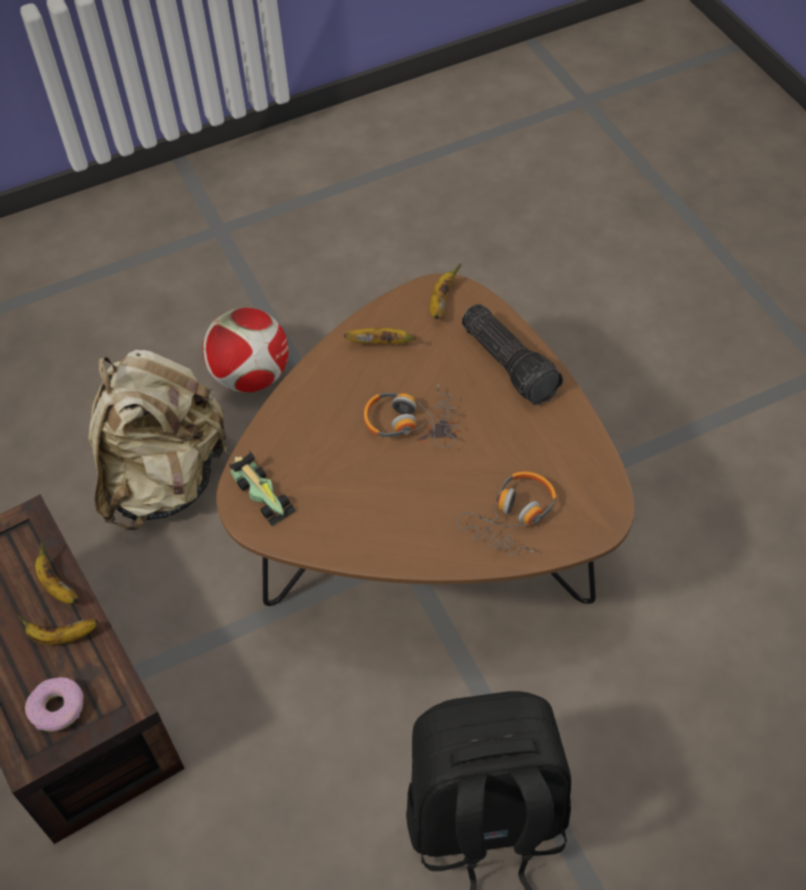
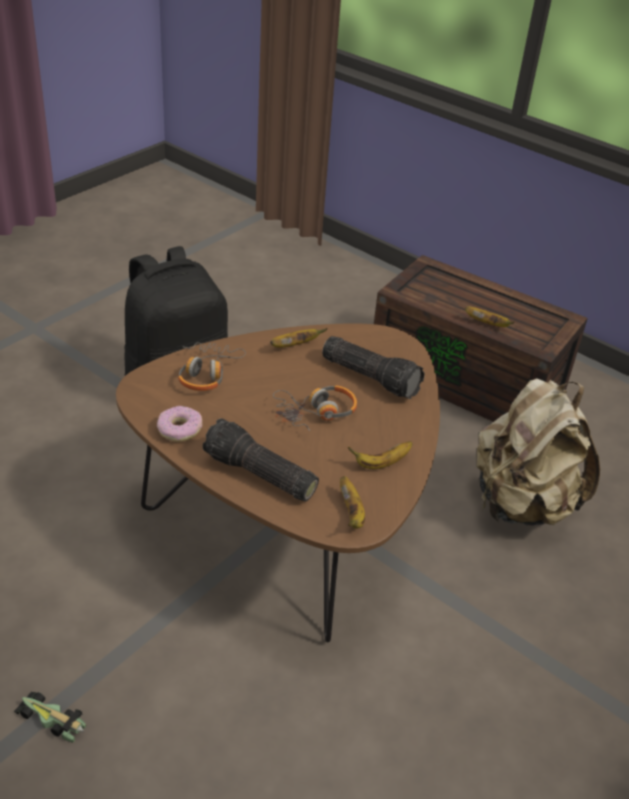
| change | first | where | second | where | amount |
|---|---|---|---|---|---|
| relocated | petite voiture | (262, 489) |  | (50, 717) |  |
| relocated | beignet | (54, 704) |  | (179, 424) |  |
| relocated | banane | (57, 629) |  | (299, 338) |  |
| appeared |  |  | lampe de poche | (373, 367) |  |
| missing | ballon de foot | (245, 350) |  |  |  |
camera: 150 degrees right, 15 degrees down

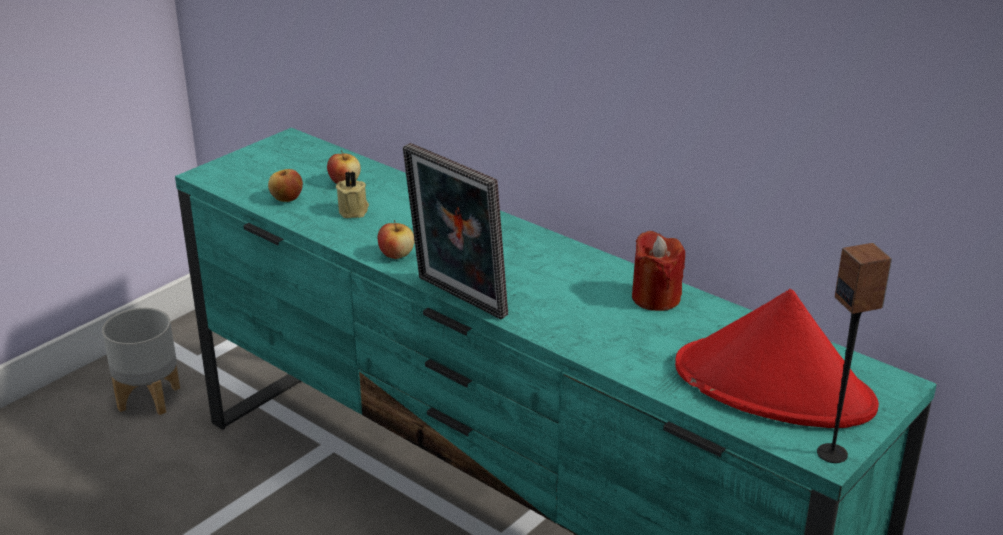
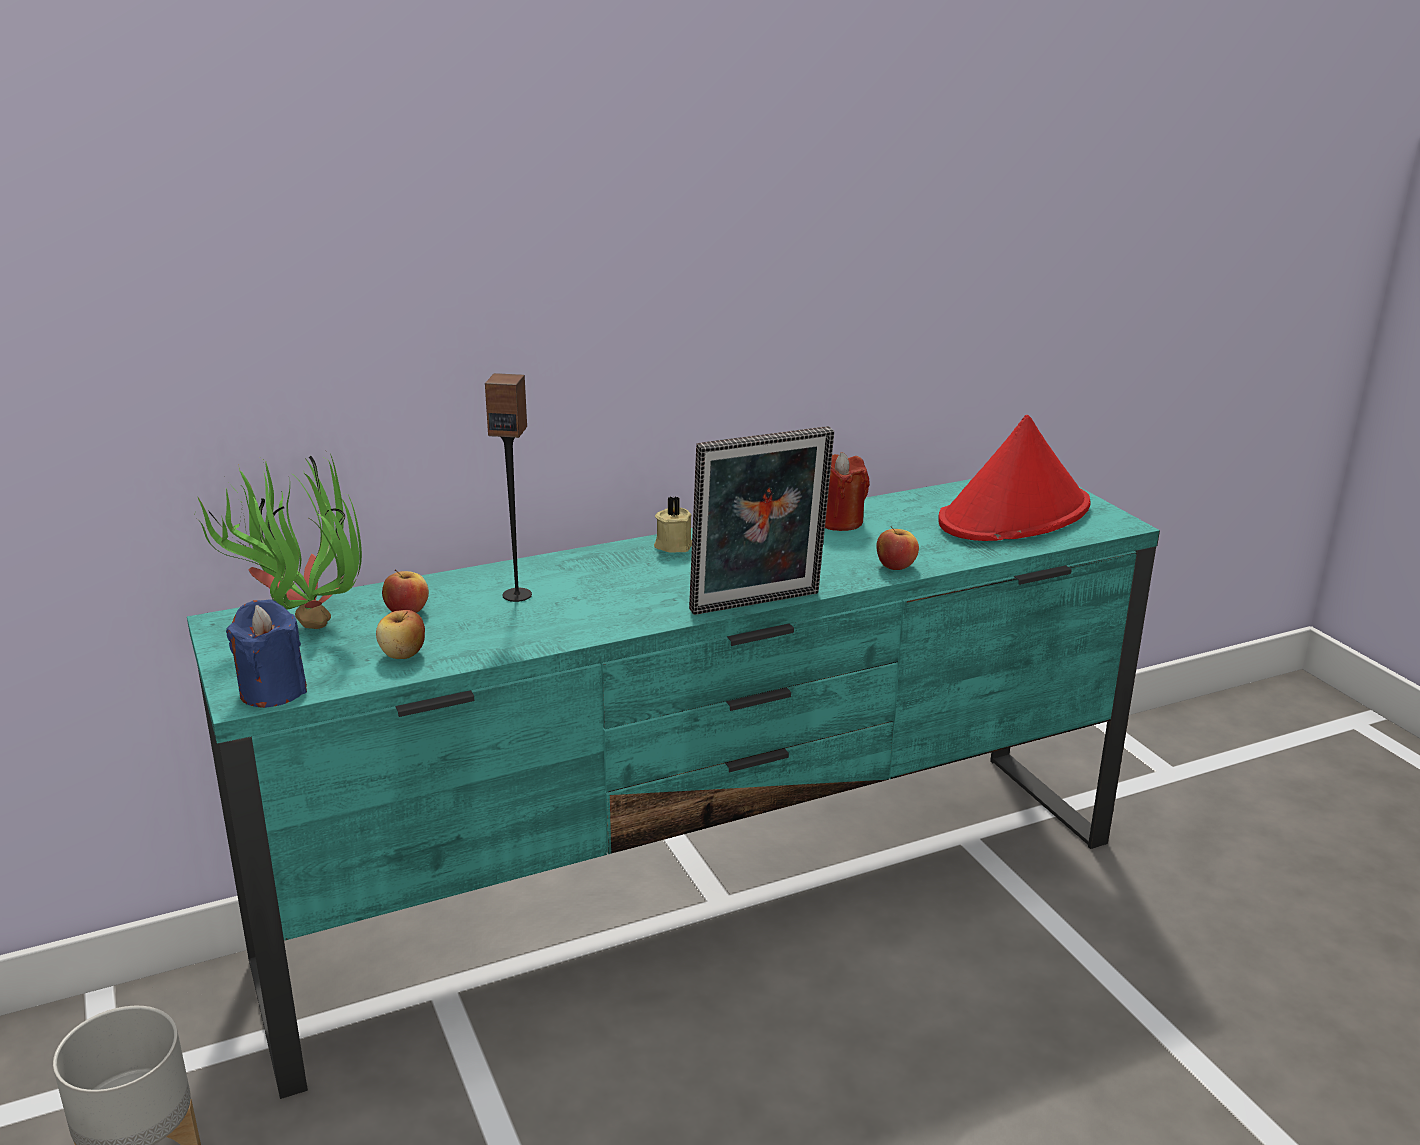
| change | first | where | second | where | amount |
|---|---|---|---|---|---|
| appeared |  |  | plante en pot | (278, 540) |  |
| appeared |  |  | bougie (bleu) | (266, 654) |  |
| relocated | enceinte | (854, 353) |  | (508, 487) |  |
| relocated | bougie (beige) | (352, 194) |  | (673, 524) |  |
| relocated | pomme | (396, 239) |  | (897, 548) |  |
camera: 65 degrees left, 5 degrees down

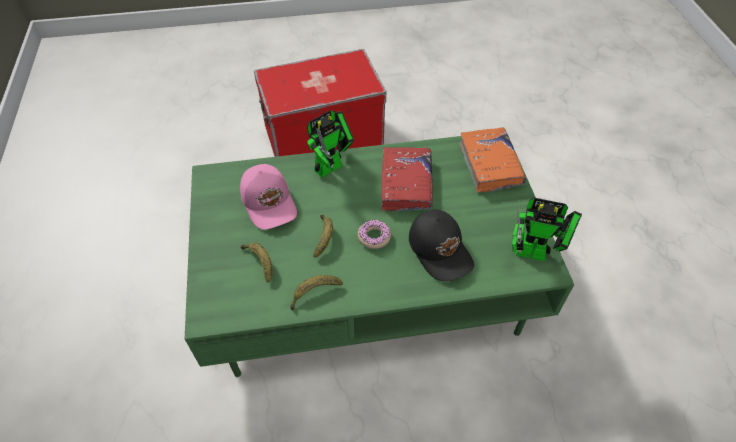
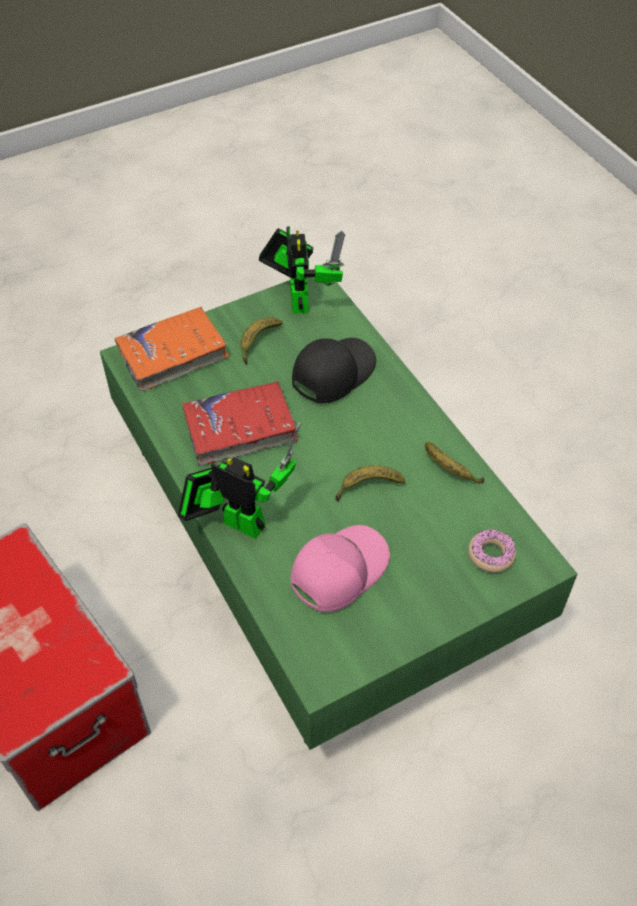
| change | first | where | second | where | amount |
|---|---|---|---|---|---|
| relocated | banane | (256, 263) |  | (262, 341) |  |
| relocated | beignet | (374, 234) |  | (492, 551) |  |
camera: 110 degrees left, 0 degrees up

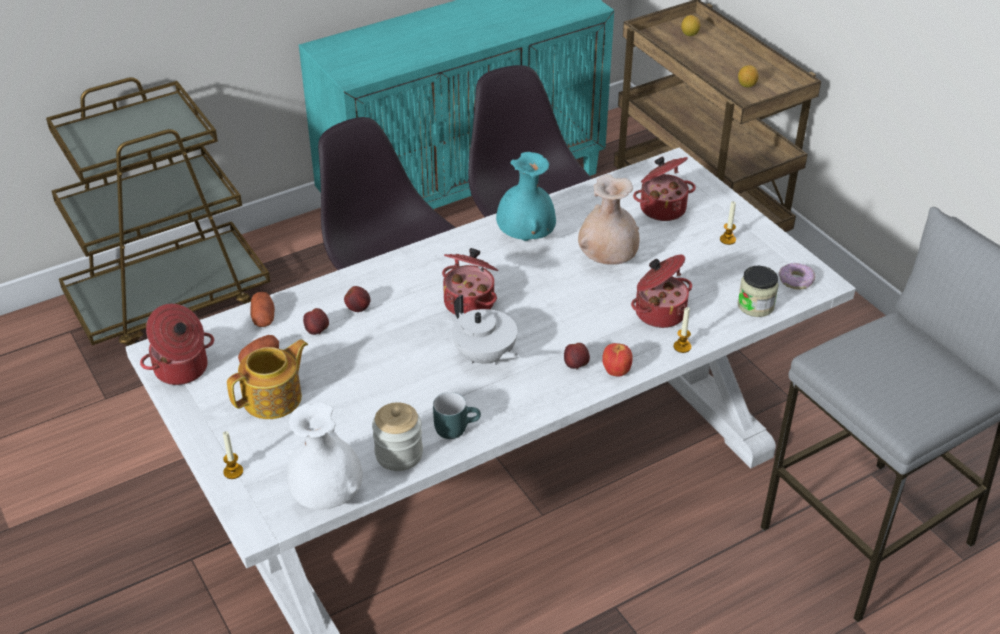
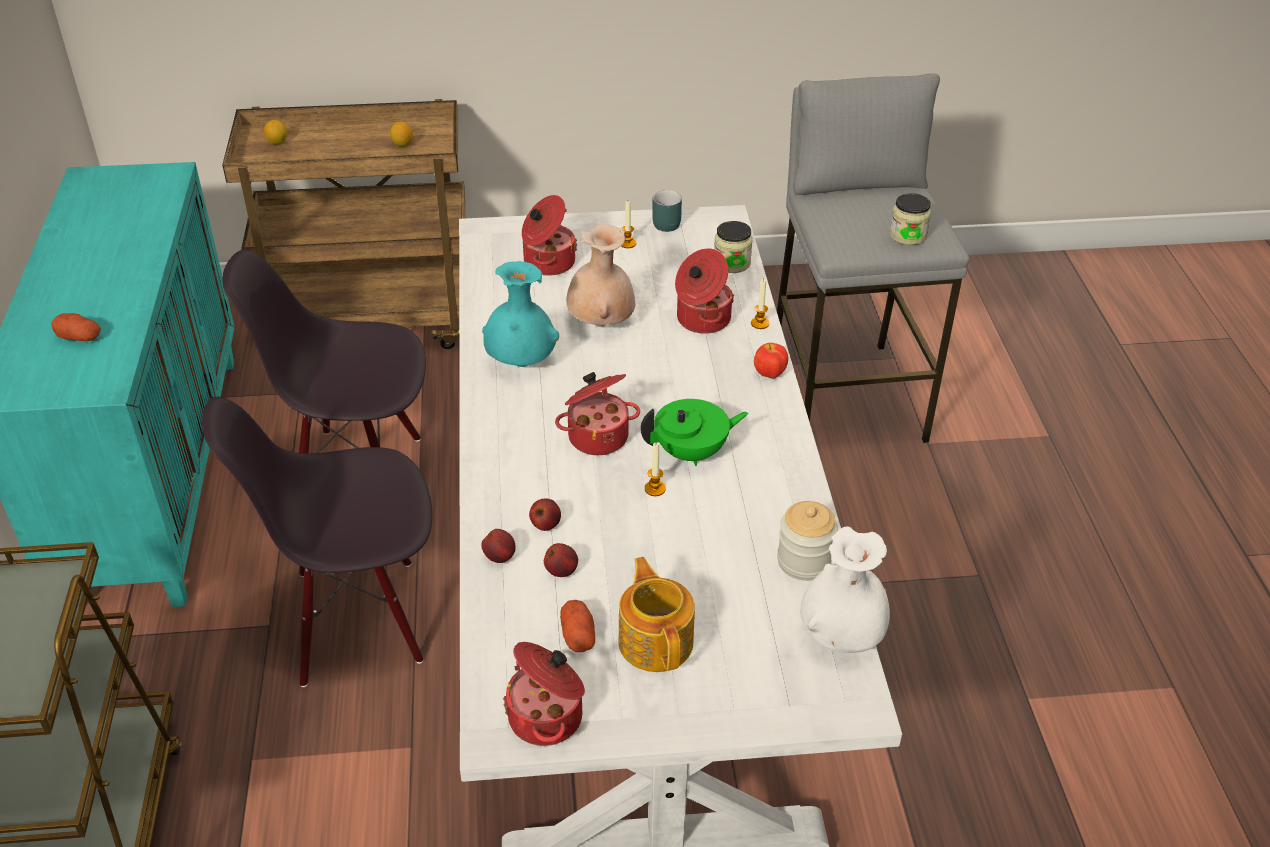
| change | first | where | second | where | amount |
|---|---|---|---|---|---|
| relocated | pomme de terre | (262, 309) |  | (76, 327) |  |
| relocated | pomme | (577, 356) |  | (498, 546) |  |
| colour | théière (blanc) | (486, 330) | théière (vert) | (694, 432) |  |
| relocated | bougie | (233, 455) |  | (655, 469) |  |
| relocated | mug (turquoise) | (457, 415) |  | (667, 211) |  |
| appeared |  |  | bocal | (910, 219) |  |
| missing | beignet | (797, 276) |  |  |  |
camera: 65 degrees left, 0 degrees up

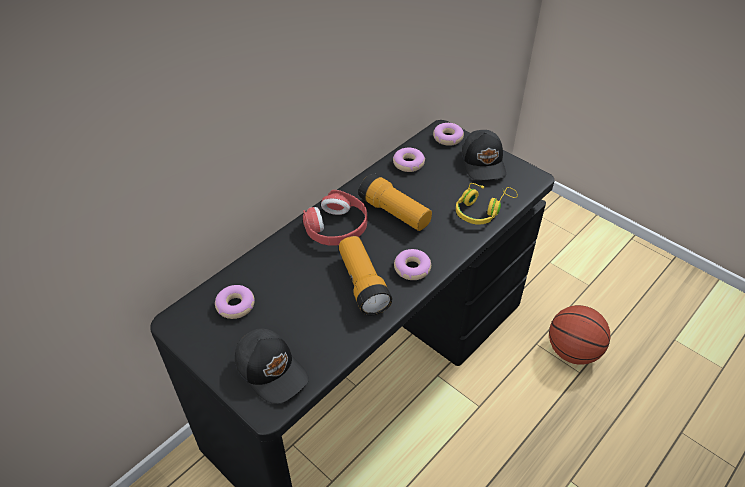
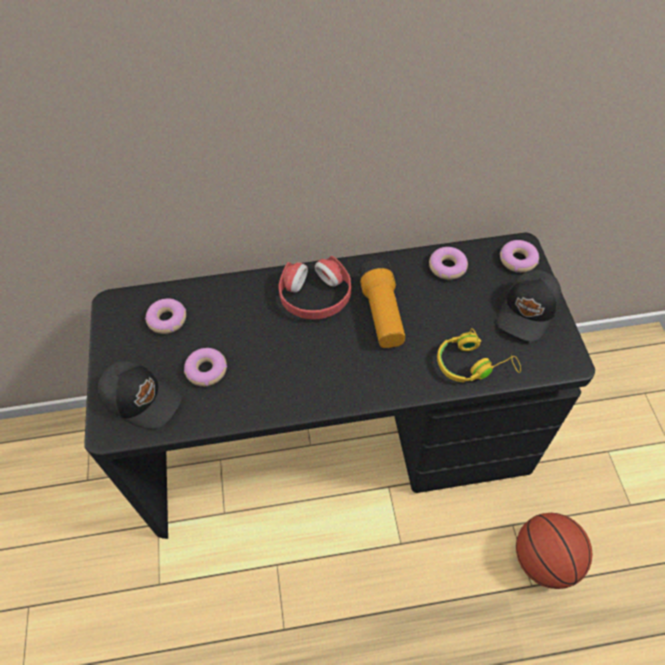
| change | first | where | second | where | amount |
|---|---|---|---|---|---|
| spun | casquette (noir) | (272, 366) |  | (140, 395) | 60 degrees counterclockwise |
| relocated | beignet | (412, 264) |  | (205, 367) |  |
| missing | lampe de poche | (365, 276) |  |  |  |
camera: 40 degrees right, 10 degrees up

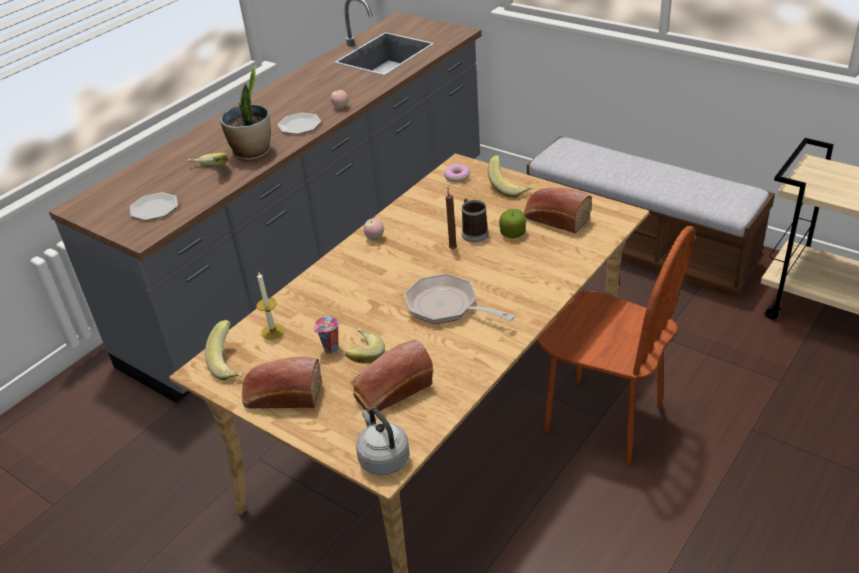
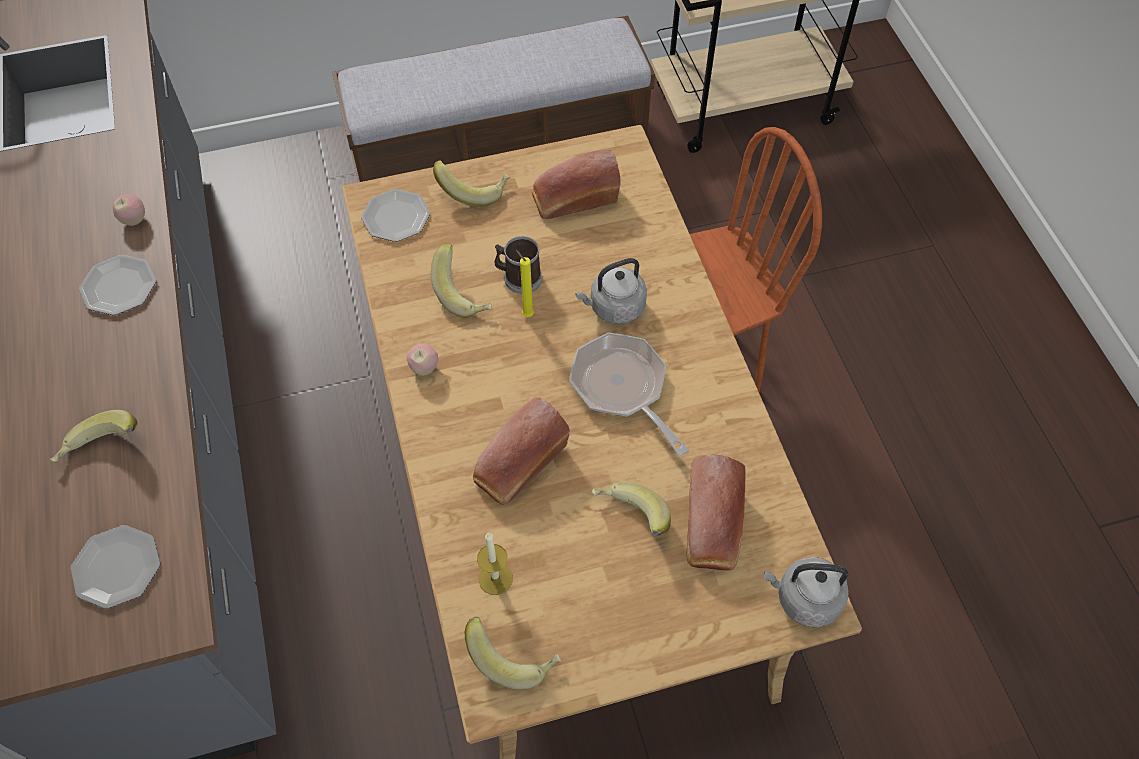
| change | first | where | second | where | amount |
|---|---|---|---|---|---|
| exchanged | beignet | (457, 173) | assiette | (395, 215) |  |
| appeared |  |  | banane | (461, 280) |  |
| relocated | pain | (281, 383) |  | (521, 451) |  |
| colour | bougie (marron) | (451, 218) | bougie (jaune) | (525, 283) |  |
| spun | poêle | (459, 299) |  | (629, 394) | 75 degrees clockwise |
| appeared |  |  | bouilloire (gris) | (611, 291) |  |
| missing | plante en pot | (245, 113) |  |  |  |
| missing | tasse | (326, 335) |  |  |  |
| missing | pomme | (512, 223) |  |  |  |
camera: 55 degrees left, 20 degrees up

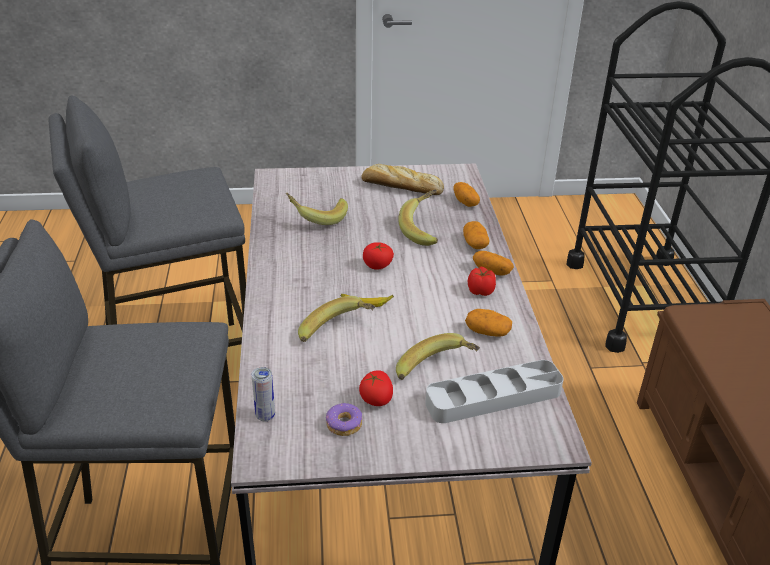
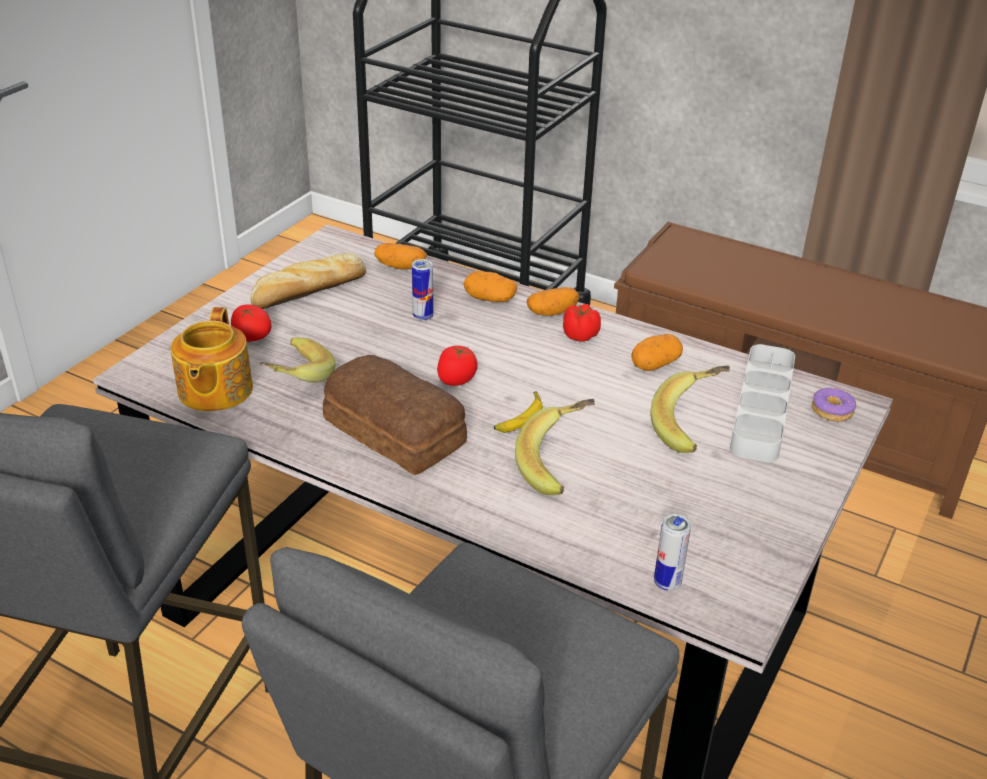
| change | first | where | second | where | amount |
|---|---|---|---|---|---|
| appeared |  |  | théière | (212, 359) |  |
| relocated | tomate | (376, 388) |  | (251, 323) |  |
| appeared |  |  | pain | (395, 415) |  |
| exchanged | banane | (418, 217) | boîte métallique | (422, 290) |  |
| relocated | beignet | (344, 419) |  | (834, 405) |  |
camera: 55 degrees left, 0 degrees up

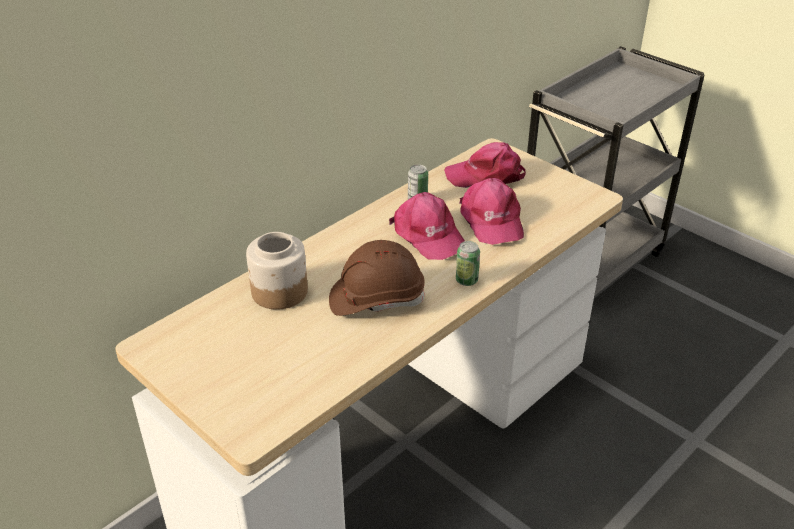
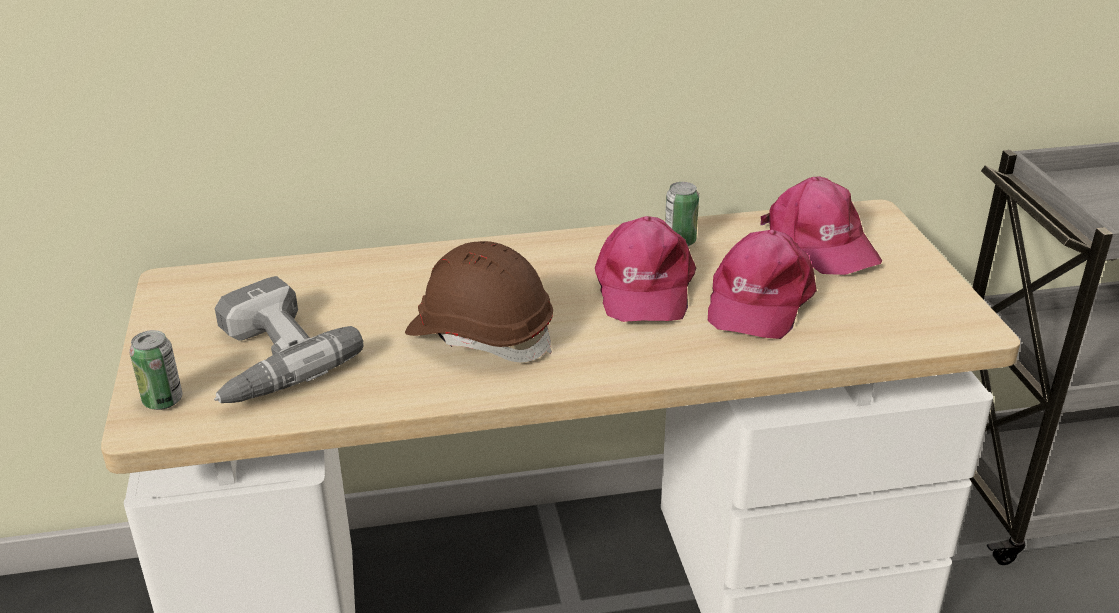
| change | first | where | second | where | amount |
|---|---|---|---|---|---|
| relocated | boîte métallique | (468, 263) |  | (155, 370) |  |
| appeared |  |  | perceuse | (288, 339) |  |
| spun | casquette (rose) | (485, 165) |  | (821, 225) | 150 degrees counterclockwise |
| missing | bocal | (277, 271) |  |  |  |
camera: 35 degrees right, 5 degrees down

